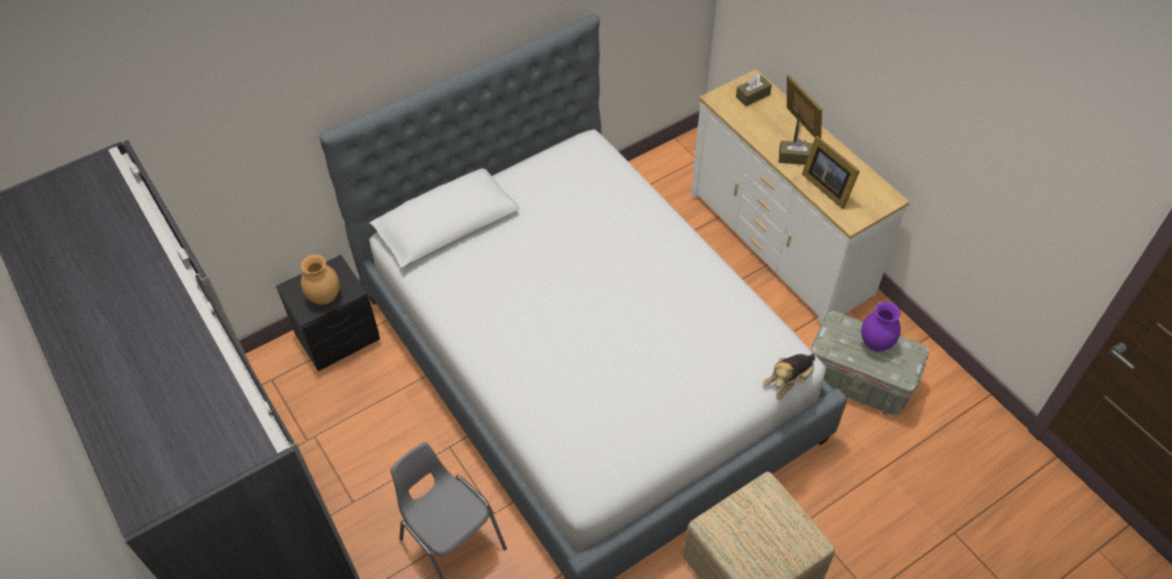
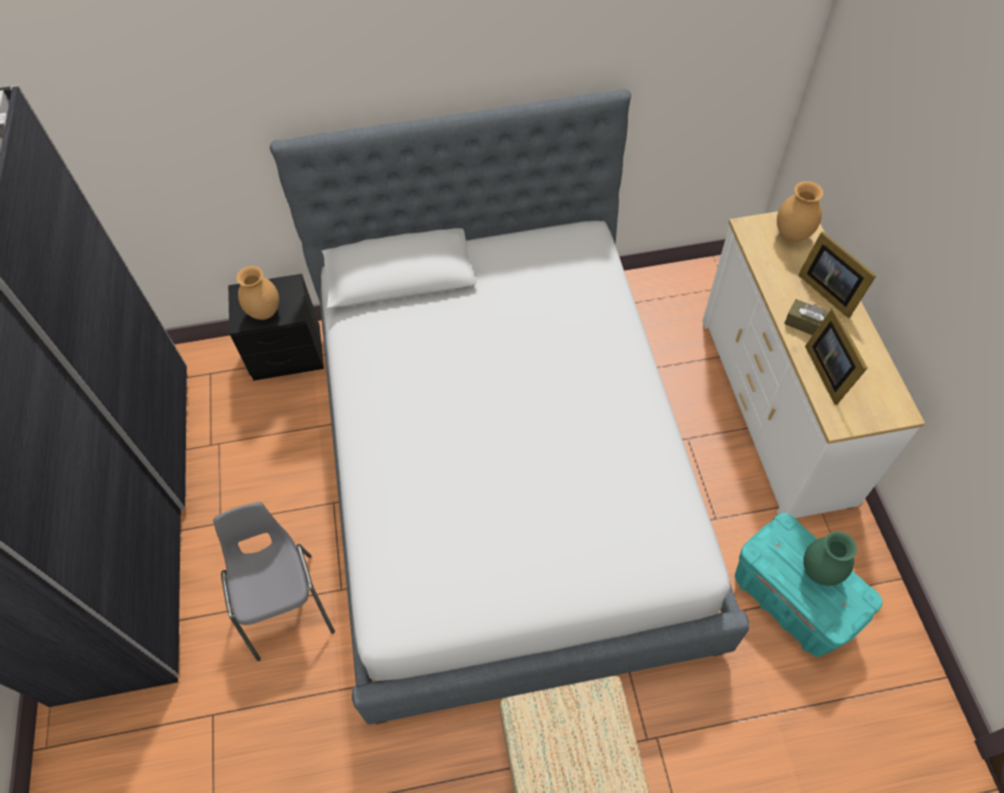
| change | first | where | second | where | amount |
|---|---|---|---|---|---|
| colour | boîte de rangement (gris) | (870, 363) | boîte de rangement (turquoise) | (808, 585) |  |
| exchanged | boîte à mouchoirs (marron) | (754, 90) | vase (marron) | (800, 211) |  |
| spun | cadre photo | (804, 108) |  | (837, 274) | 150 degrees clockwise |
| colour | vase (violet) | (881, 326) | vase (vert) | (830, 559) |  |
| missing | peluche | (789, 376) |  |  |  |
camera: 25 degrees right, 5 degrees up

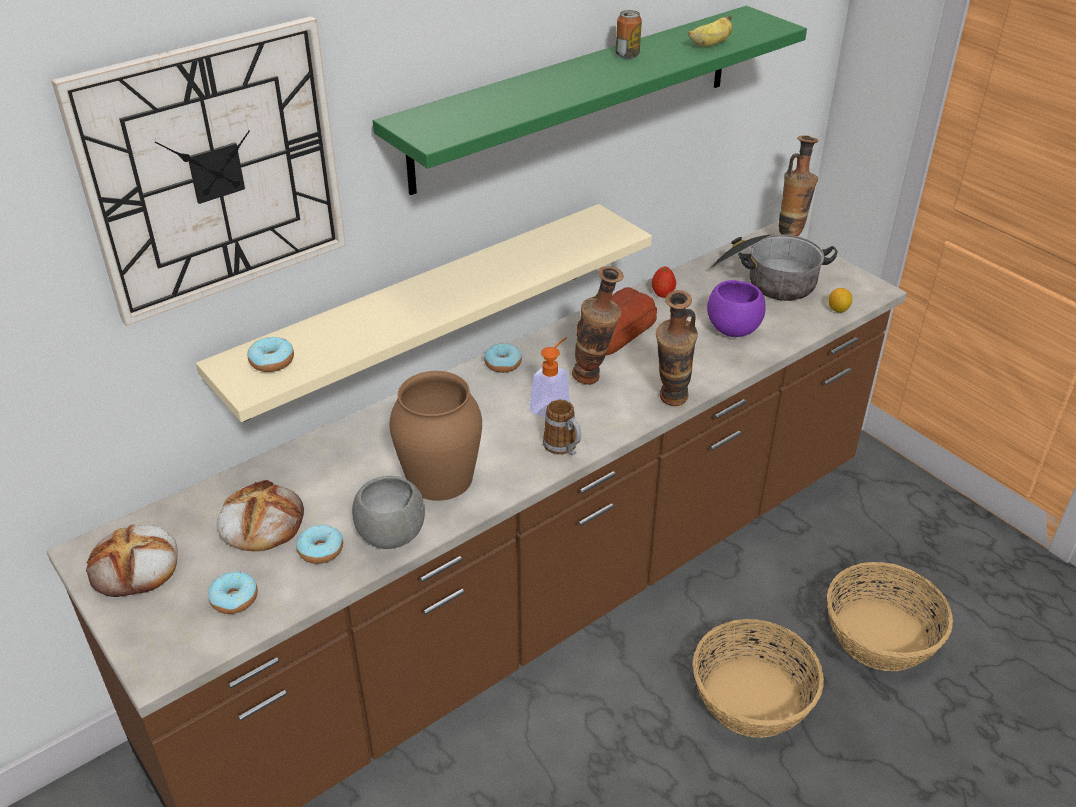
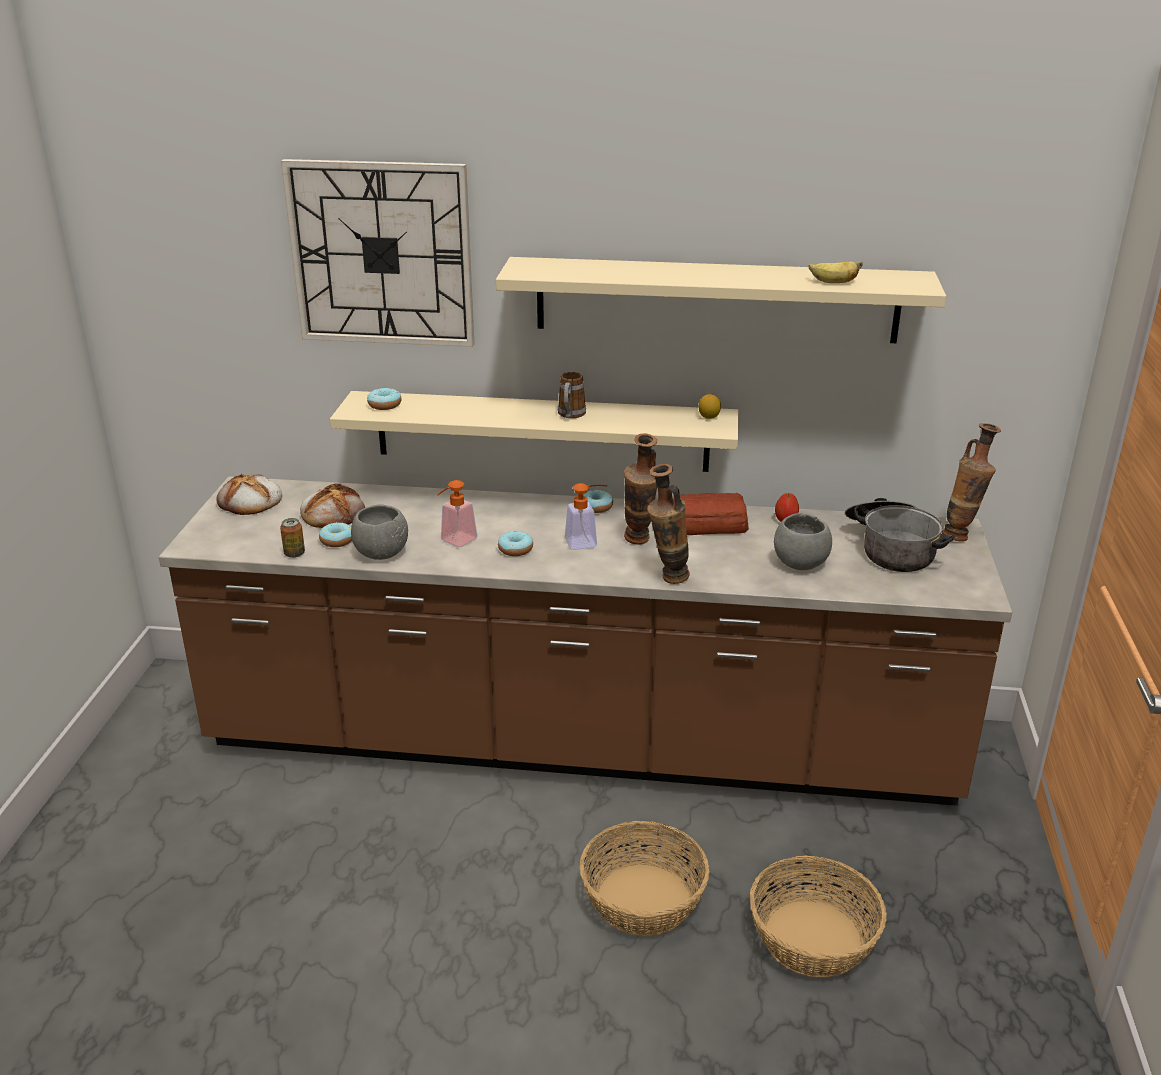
| change | first | where | second | where | amount |
|---|---|---|---|---|---|
| relocated | boîte métallique | (629, 34) |  | (292, 538) |  |
| exchanged | vase (marron) | (435, 436) | distributeur de savon | (457, 513) |  |
| colour | étagère (vert) | (590, 100) | étagère (beige) | (721, 300) |  |
| relocated | beignet | (233, 592) |  | (515, 543) |  |
| relocated | mug | (562, 427) |  | (572, 395) |  |
| relocated | citron | (840, 300) |  | (710, 406) |  |
| colour | bol (violet) | (736, 308) | bol (gris) | (803, 541) |  |
camera: 45 degrees right, 10 degrees down

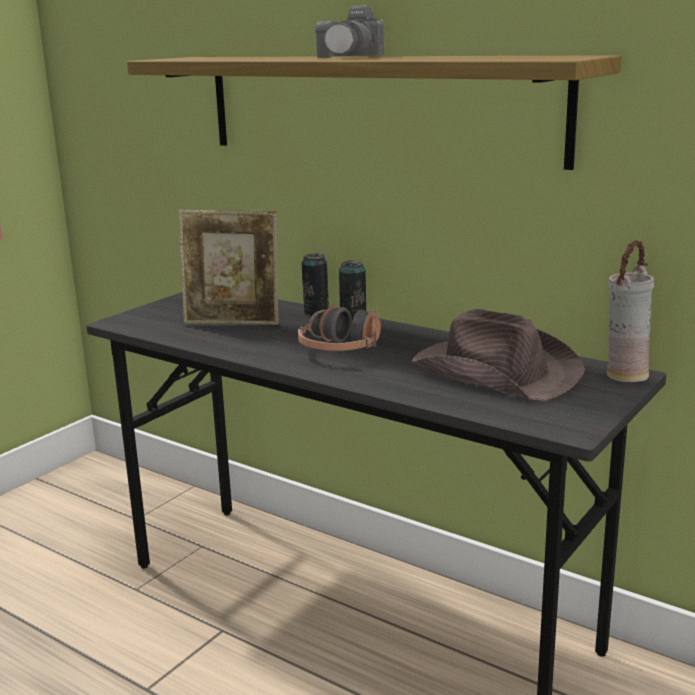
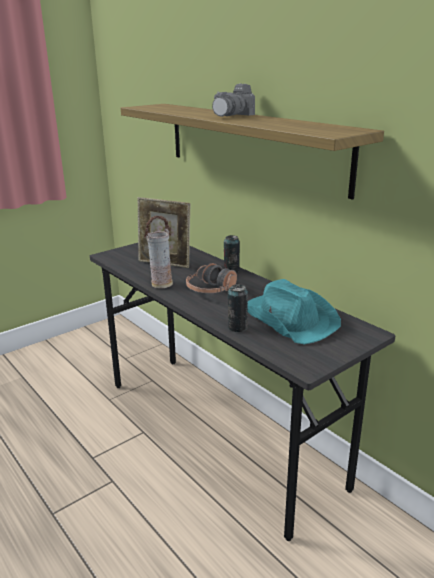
| change | first | where | second | where | amount |
|---|---|---|---|---|---|
| relocated | vase | (630, 311) |  | (158, 252) |  |
| relocated | boîte métallique | (315, 284) |  | (238, 308) |  |
| colour | chapeau (marron) | (498, 355) | chapeau (turquoise) | (294, 312) |  |
camera: 15 degrees right, 5 degrees up

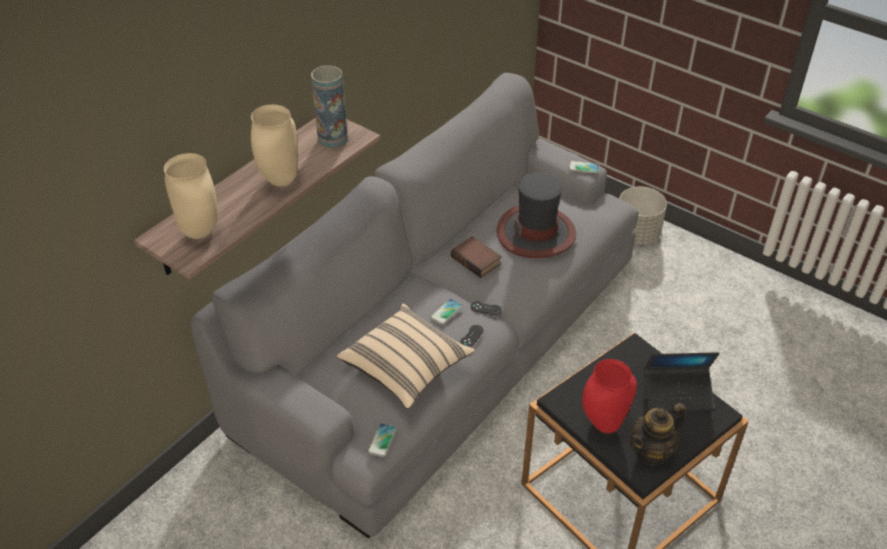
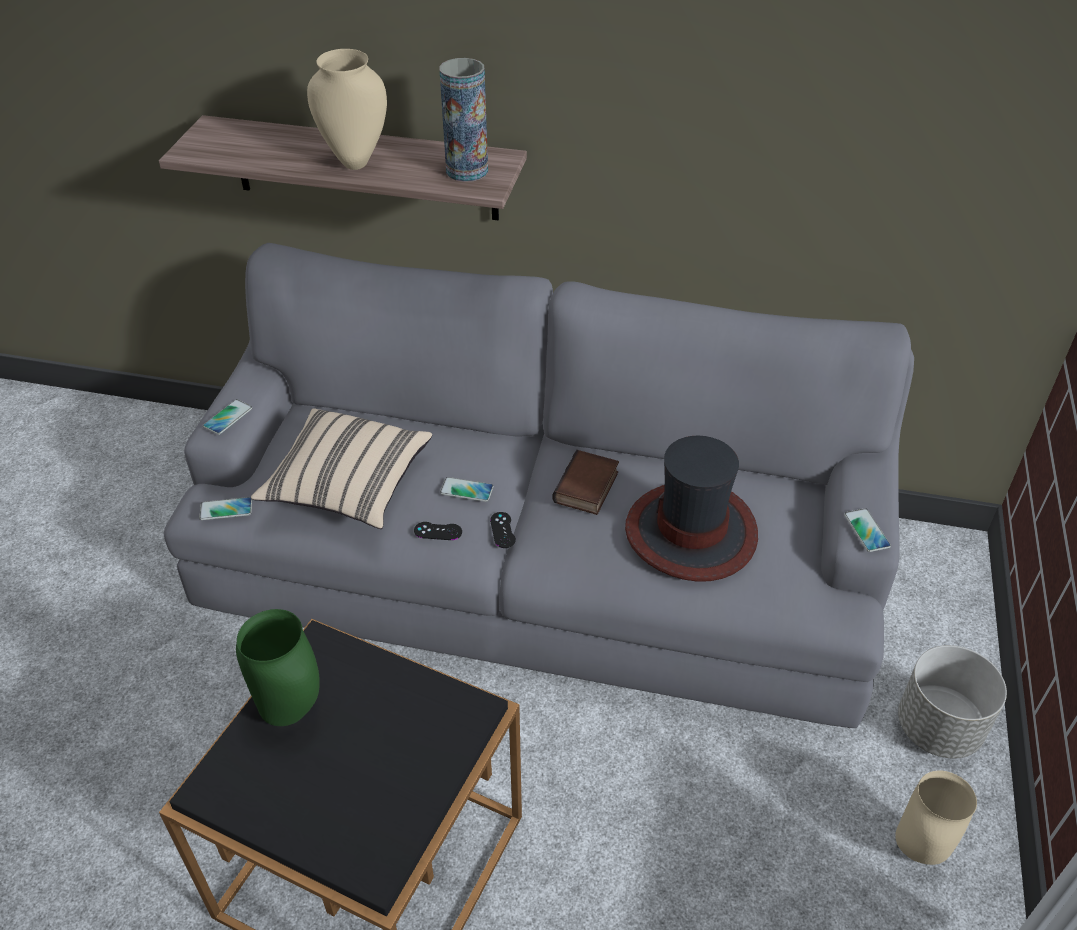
| change | first | where | second | where | amount |
|---|---|---|---|---|---|
| appeared |  |  | téléphone | (227, 417) |  |
| colour | vase (rouge) | (609, 396) | vase (vert) | (278, 667) |  |
| relocated | vase (beige) | (191, 196) |  | (936, 817) |  |
| missing | théière | (657, 434) |  |  |  |
| missing | ordinateur portable | (681, 381) |  |  |  |
camera: 65 degrees right, 0 degrees up

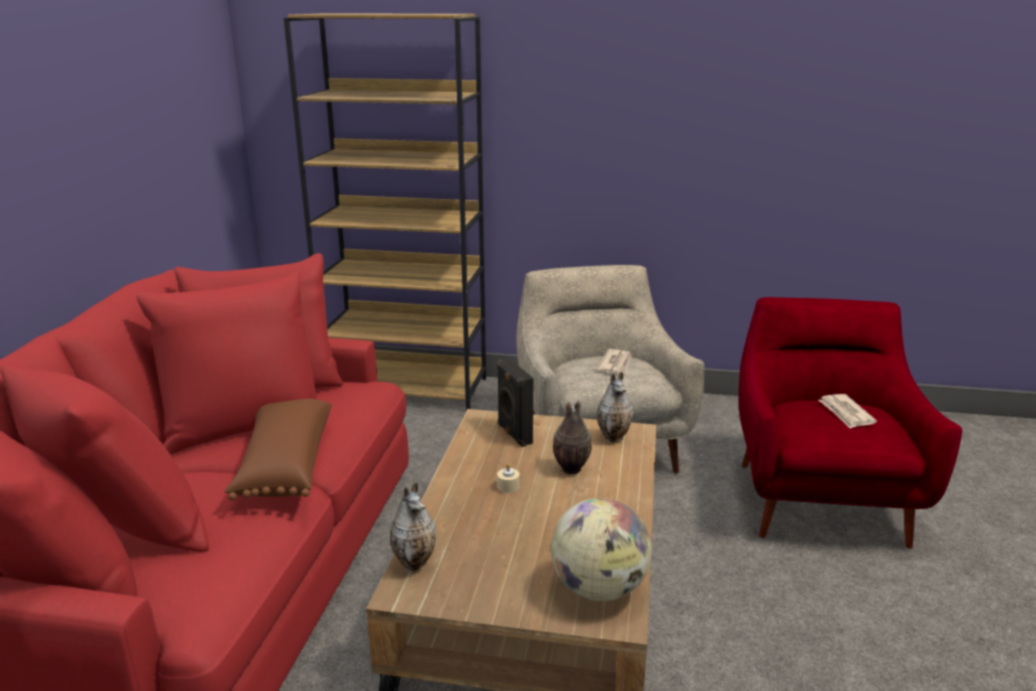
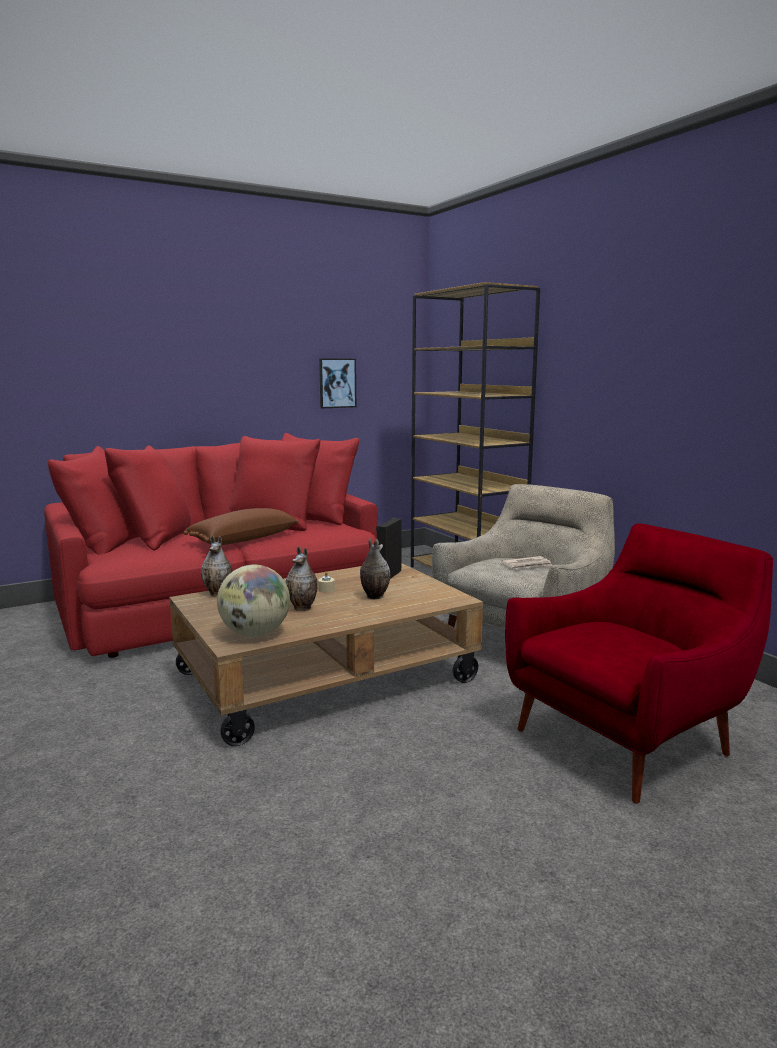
| change | first | where | second | where | amount |
|---|---|---|---|---|---|
| relocated | vase | (615, 407) |  | (302, 578) |  |
| appeared |  |  | tableau | (337, 383) |  |
| missing | journal | (848, 411) |  |  |  |
camera: 50 degrees right, 10 degrees down

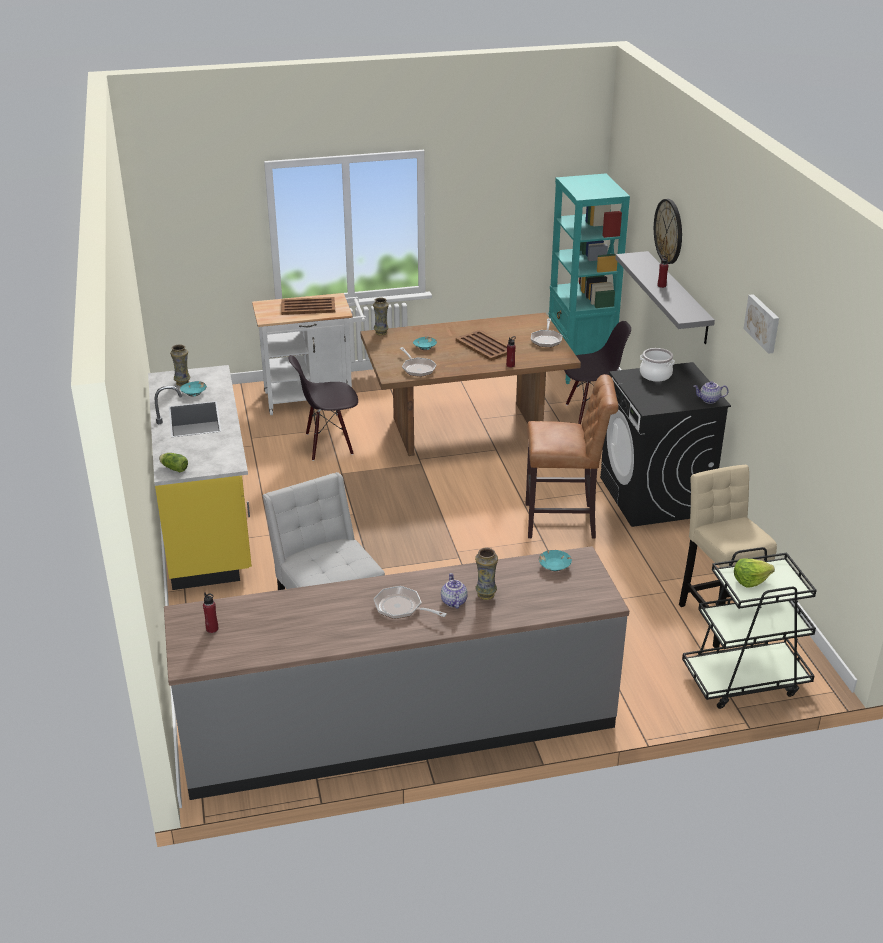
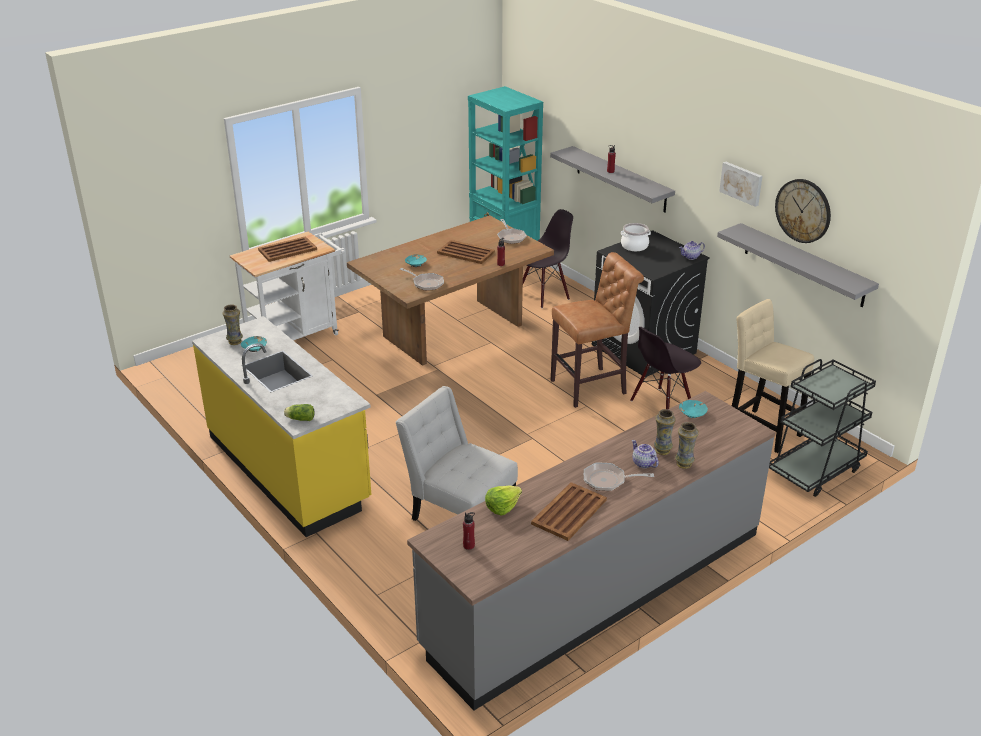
| change | first | where | second | where | amount |
|---|---|---|---|---|---|
| relocated | laitue | (754, 573) |  | (503, 500) |  |
| appeared |  |  | plateau (marron) | (569, 511) |  |
| relocated | chaise (noir) | (323, 408) |  | (665, 368) |  |
| relocated | vase | (381, 316) |  | (687, 445) |  |
| appeared |  |  | étagère (gris) | (798, 265) |  |
| relocated | horloge murale | (668, 231) |  | (803, 211) |  |
camera: 25 degrees left, 0 degrees up

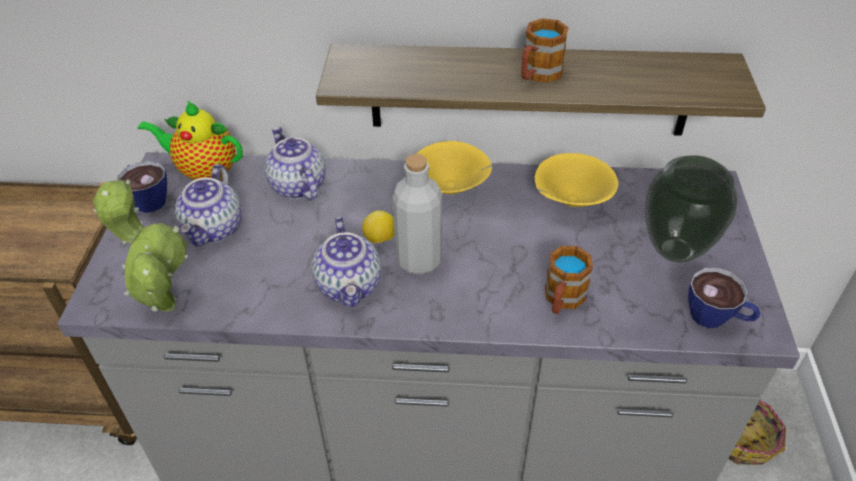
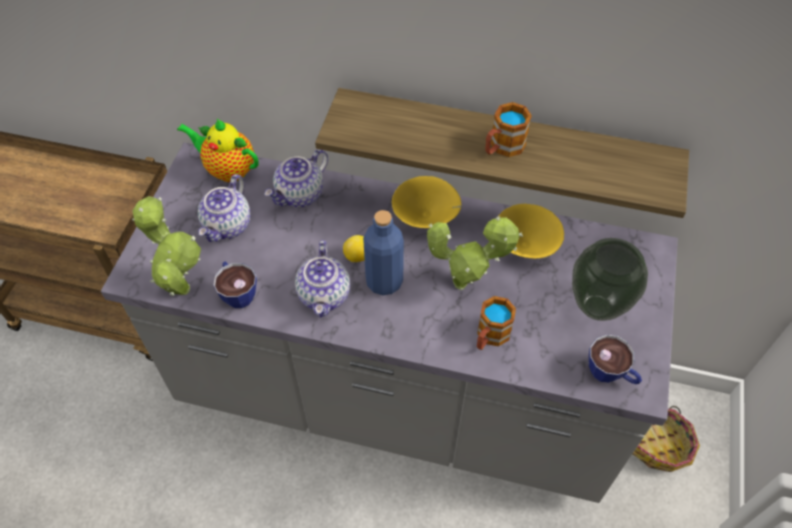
| change | first | where | second | where | amount |
|---|---|---|---|---|---|
| relocated | tasse | (142, 187) |  | (235, 285) |  |
| spun | théière | (295, 163) |  | (296, 178) | 120 degrees counterclockwise |
| colour | bouteille (gris) | (417, 214) | bouteille (bleu) | (383, 252) |  |
| appeared |  |  | plante en pot | (475, 253) |  |
camera: 10 degrees right, 10 degrees up

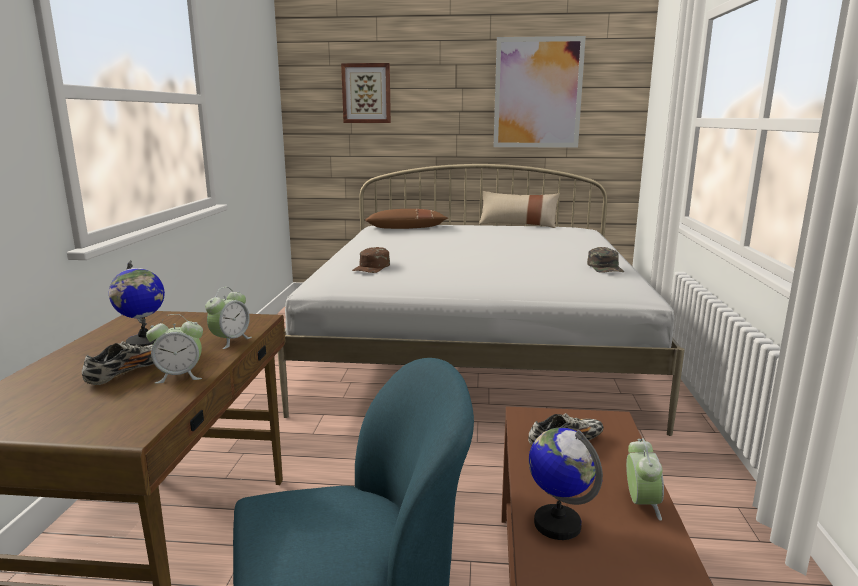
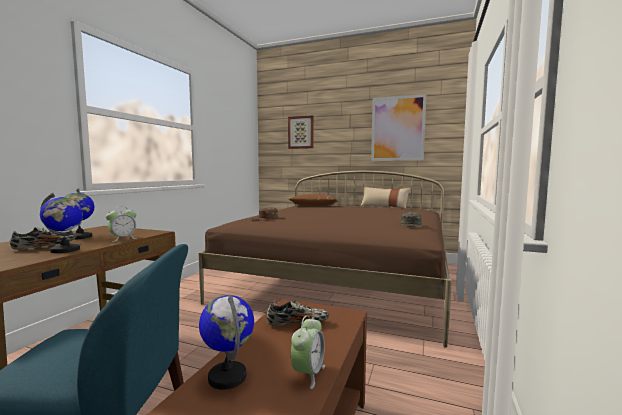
| change | first | where | second | where | amount |
|---|---|---|---|---|---|
| exchanged | réveil | (174, 349) | globe | (61, 223) |  |
| colour | lit (blanc) | (481, 300) | lit (marron) | (325, 259) |  |
camera: 15 degrees right, 10 degrees down

